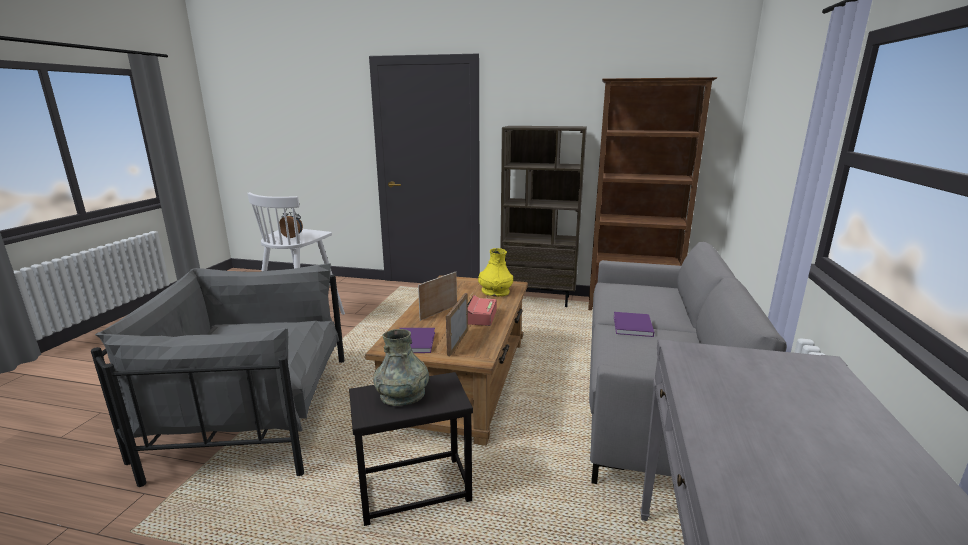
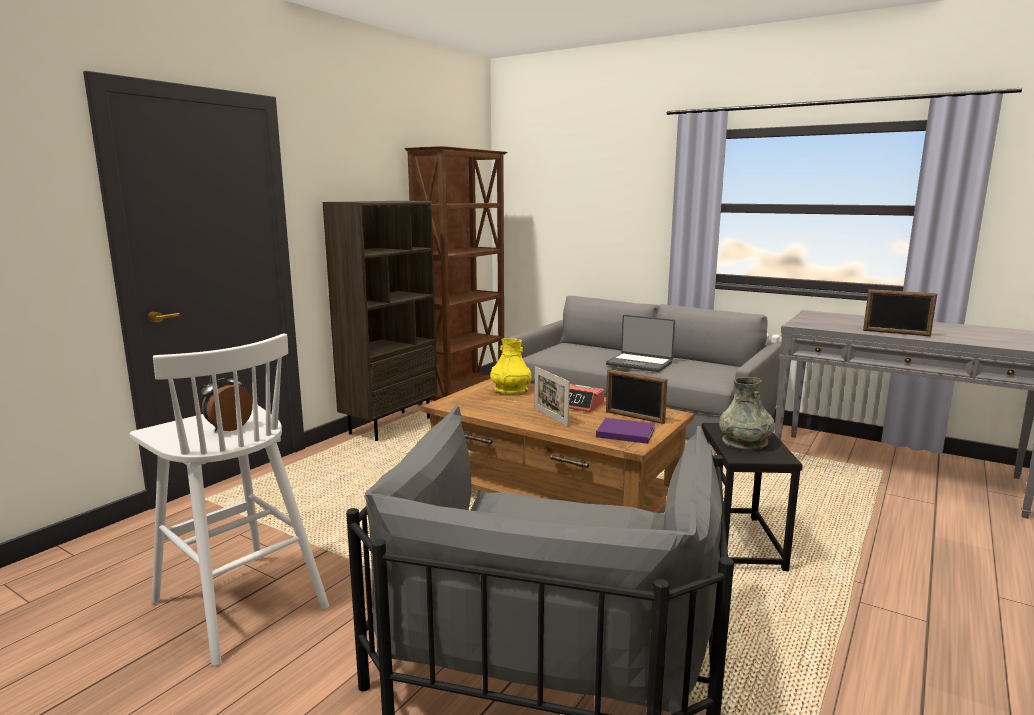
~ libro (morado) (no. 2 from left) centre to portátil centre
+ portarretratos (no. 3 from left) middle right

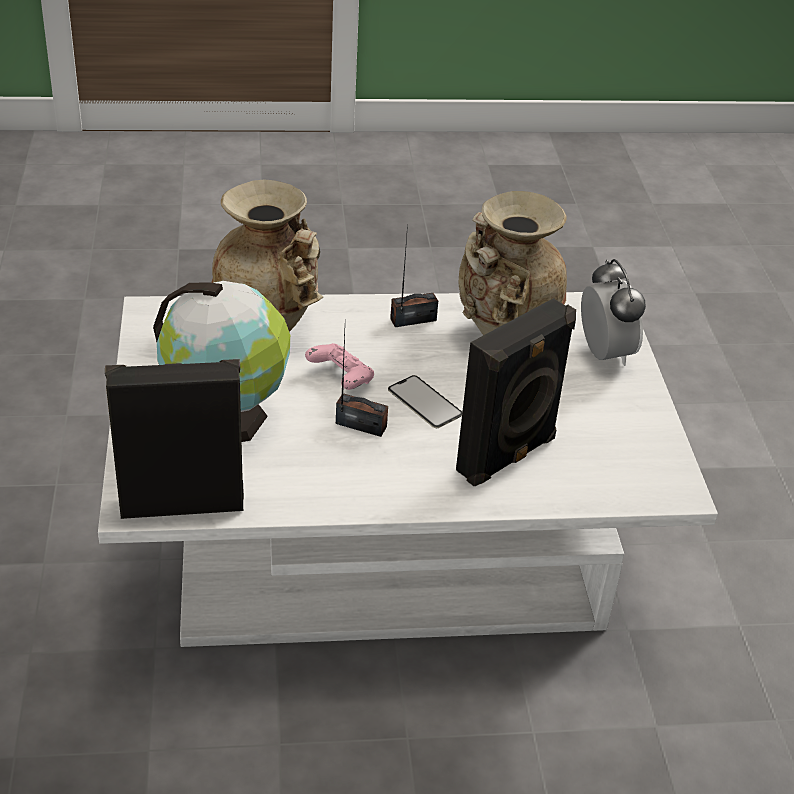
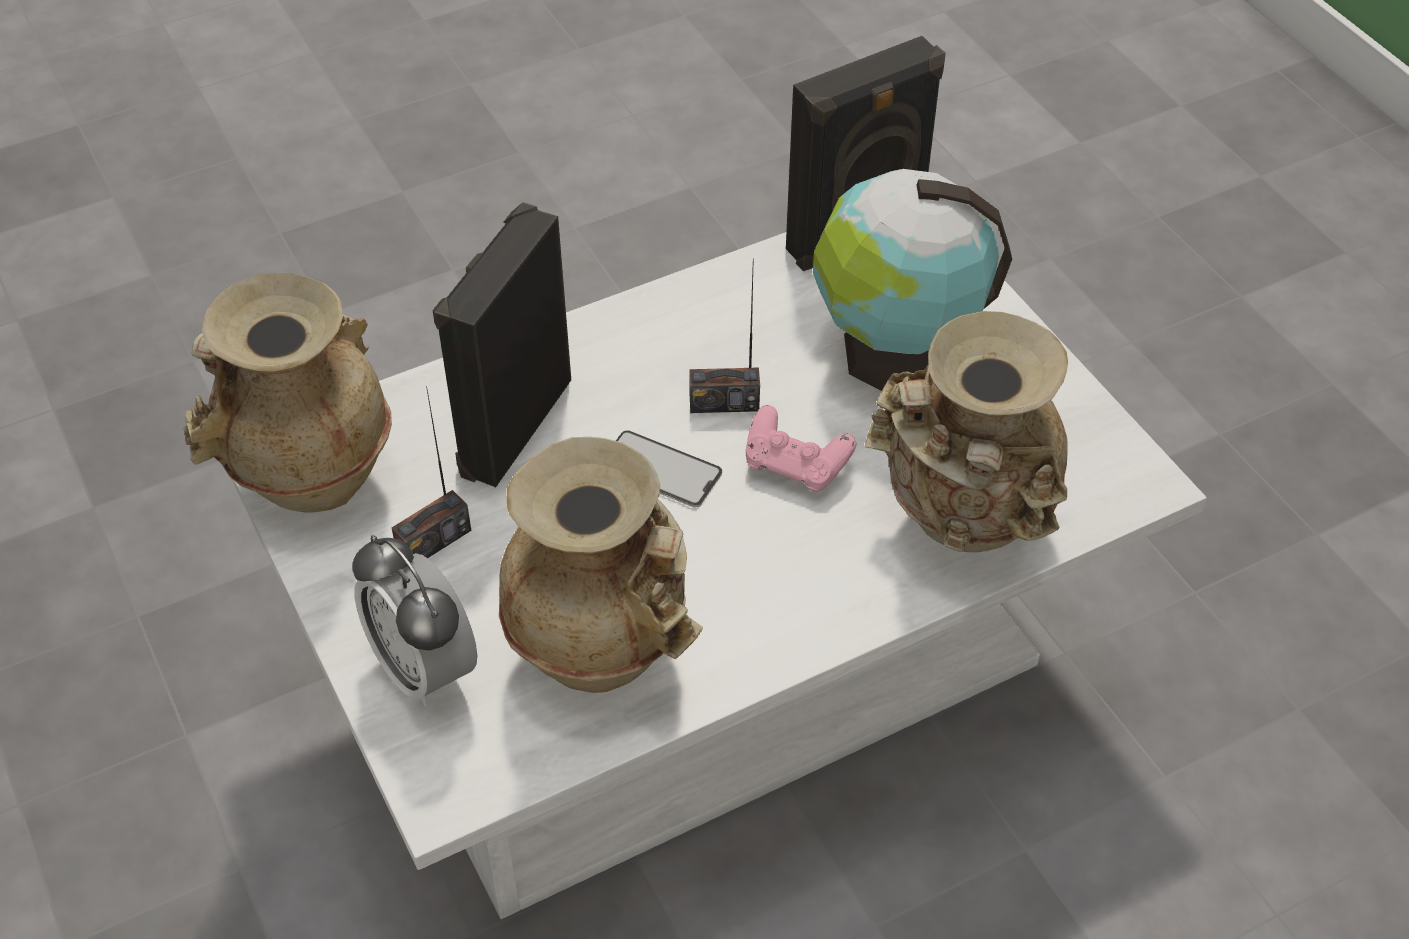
~ radio (no. 2 from left in the first image) centre to radio (no. 1 from left) middle left
+ florero (beis) (no. 1 from left) middle left

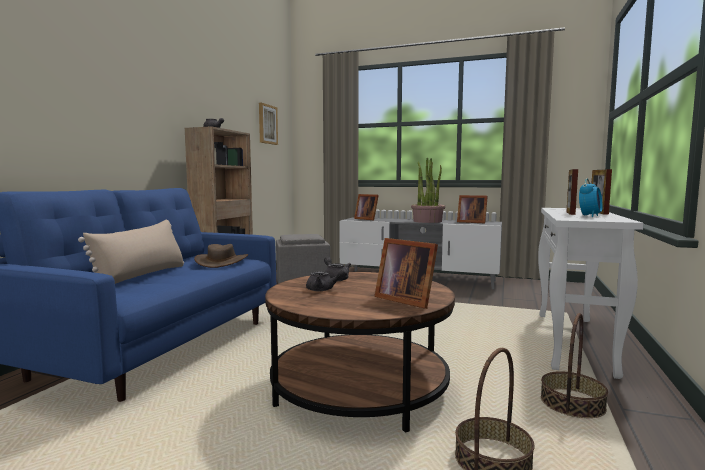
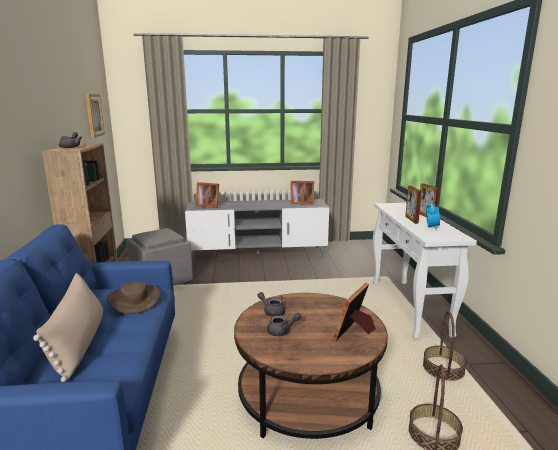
~ portarretratos (no. 2 from left in the first image) centre = bottom centre 105 degrees clockwise
- planta en maceta centre

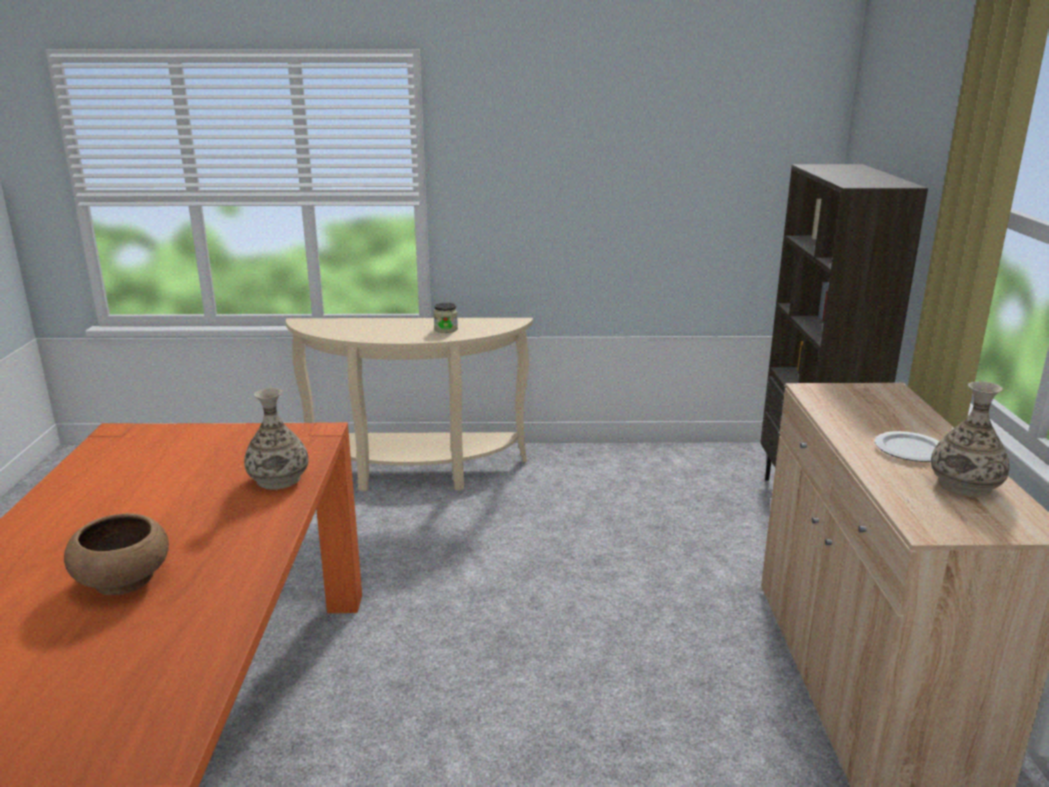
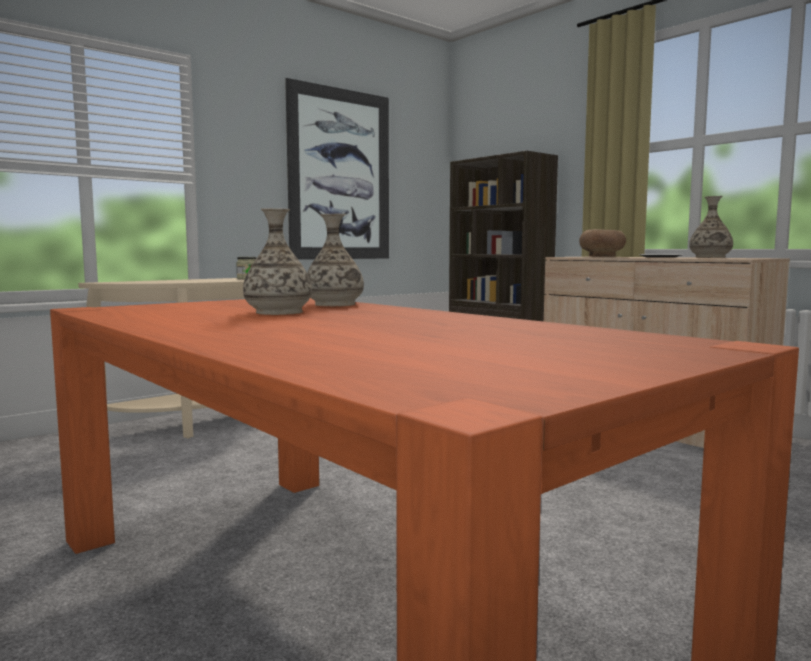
~ cuenco (marrón) bottom left to middle right
+ florero (no. 1 from left) centre
+ cuadro top centre

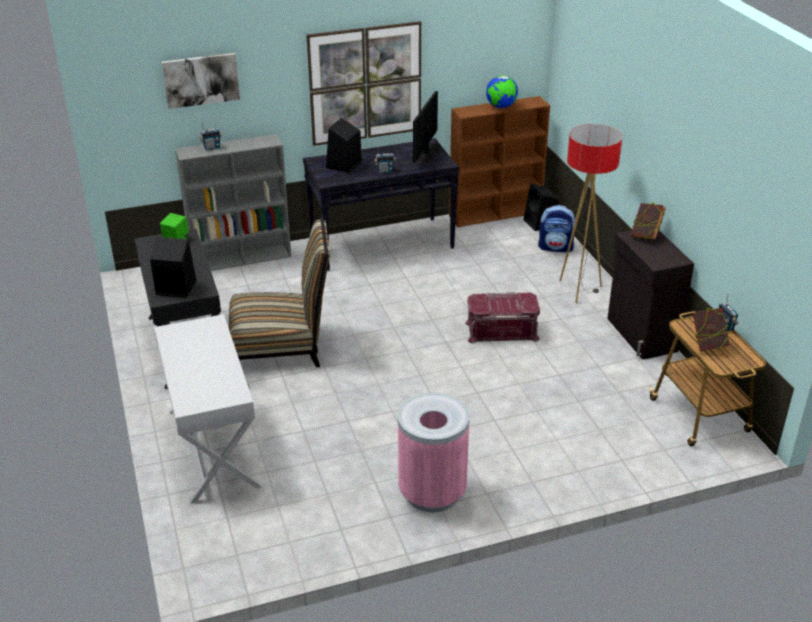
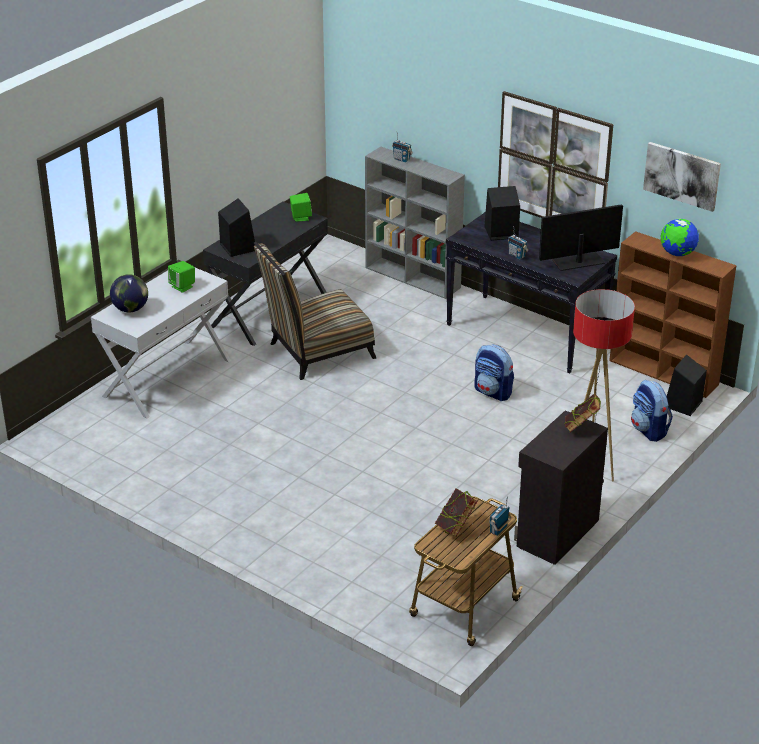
~ cuadro (no. 1 from left in the first image) top left to cuadro (no. 2 from left) top right
~ silla centre = centre 105 degrees clockwise
- papelera (rosa) bottom centre
- caja de almacenaje (rojo) centre
+ globo terráqueo (no. 1 from left) middle left
+ altavoz (verde) (no. 1 from left) middle left
+ mochila (no. 1 from left) centre

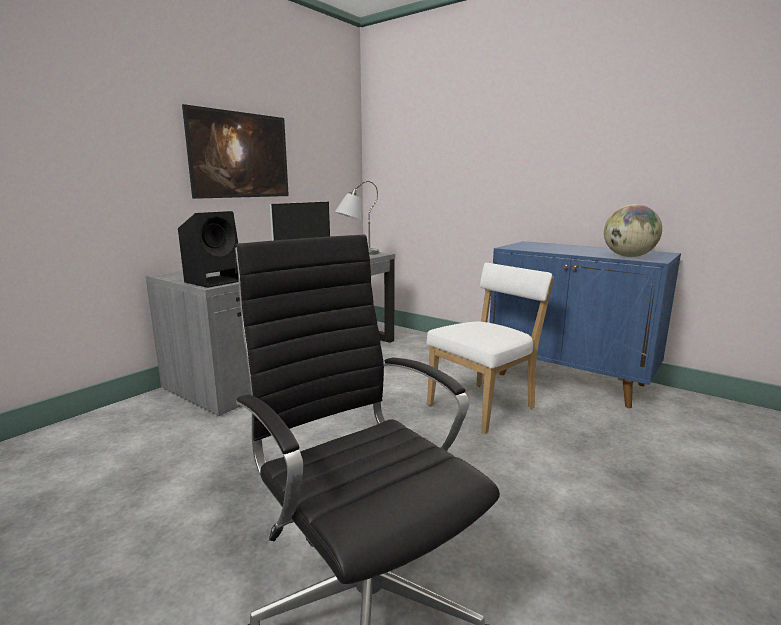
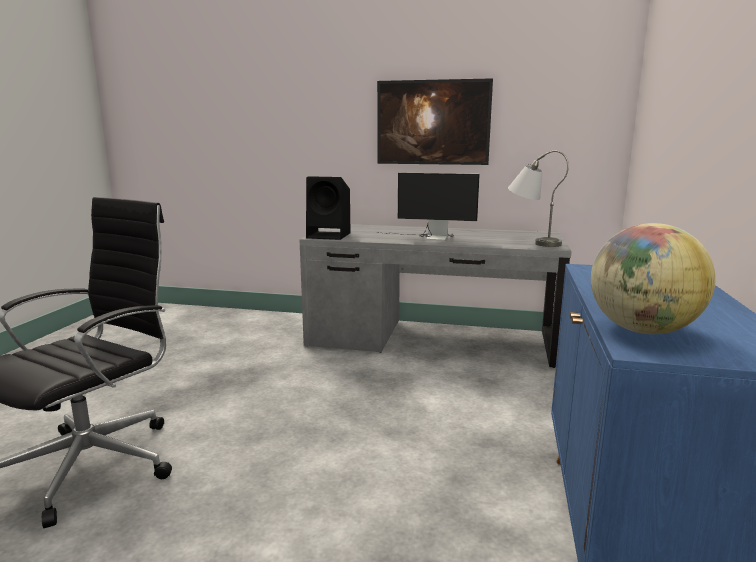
- silla (blanco) centre

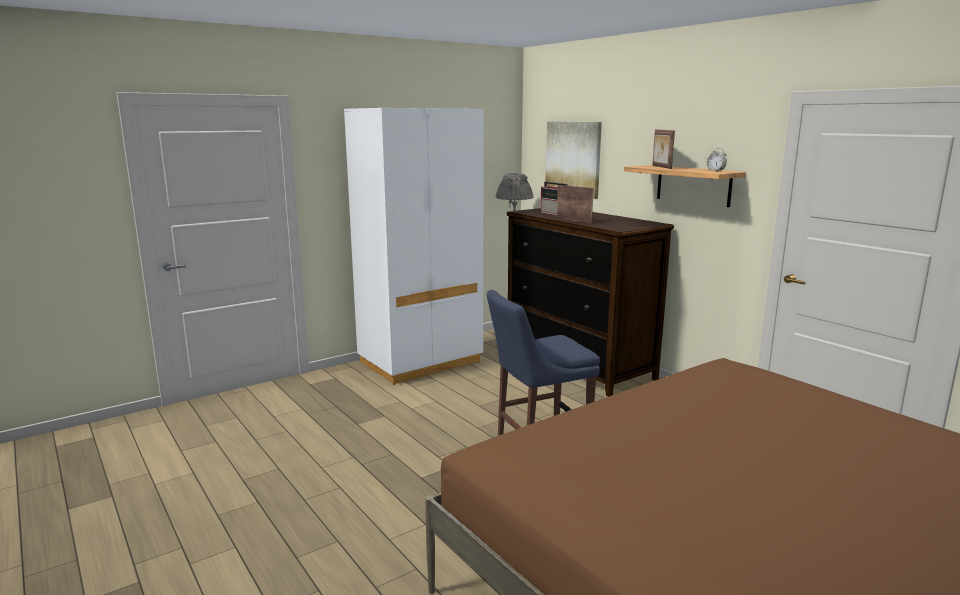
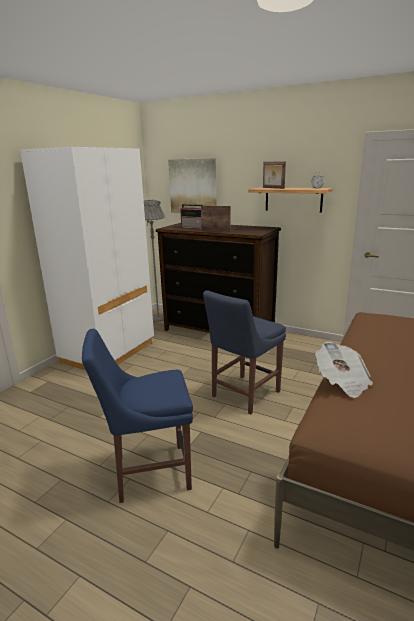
+ silla (azul) (no. 1 from left) bottom left
+ periódico middle right

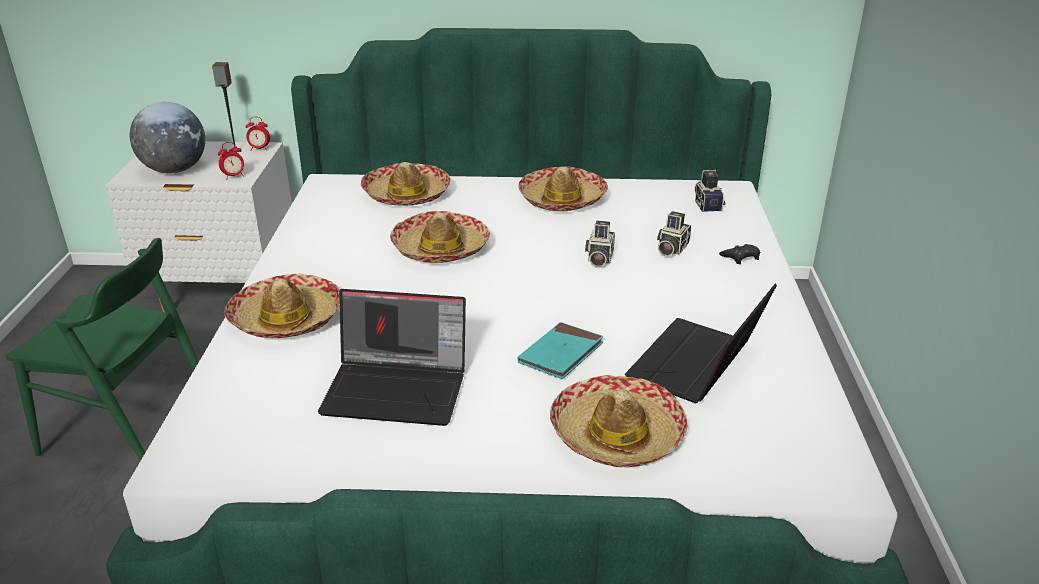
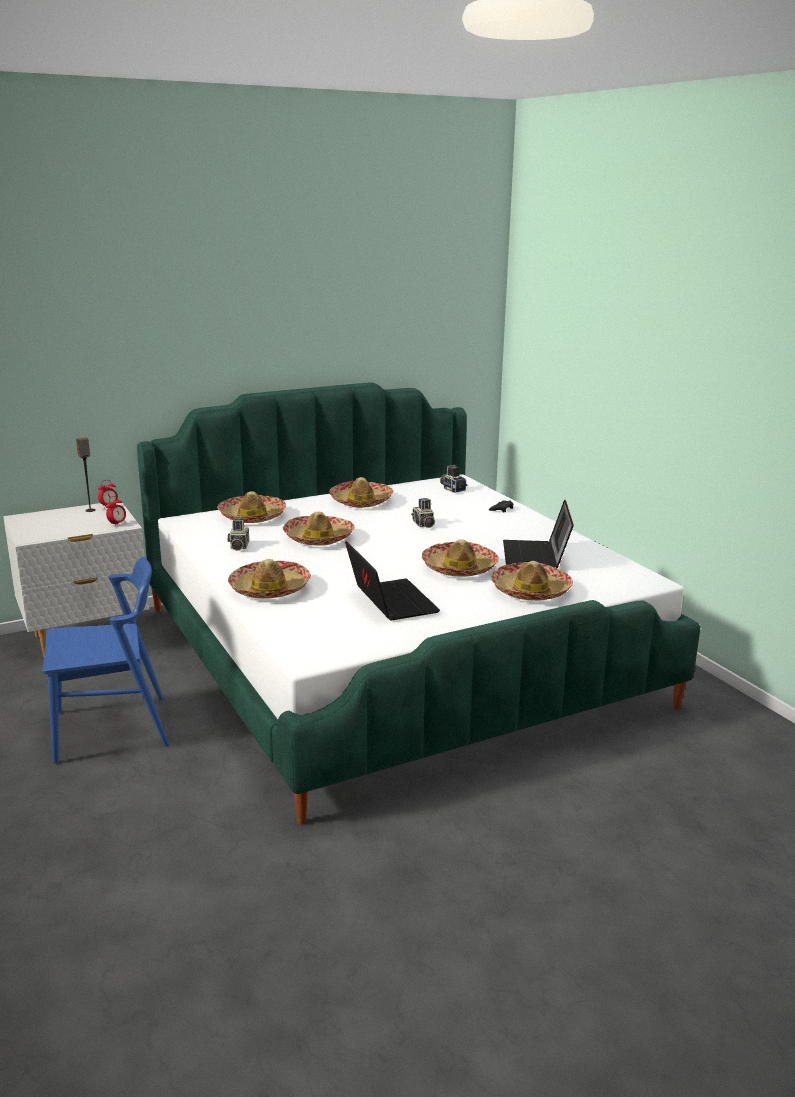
~ silla (verde) middle left to silla (azul) middle left
- globo terráqueo top left
~ portátil (no. 1 from left) centre = centre 90 degrees counterclockwise
~ libro (turquesa) centre to sombrero (no. 5 from left) centre
~ cámara (no. 2 from left in the first image) centre to cámara (no. 1 from left) middle left

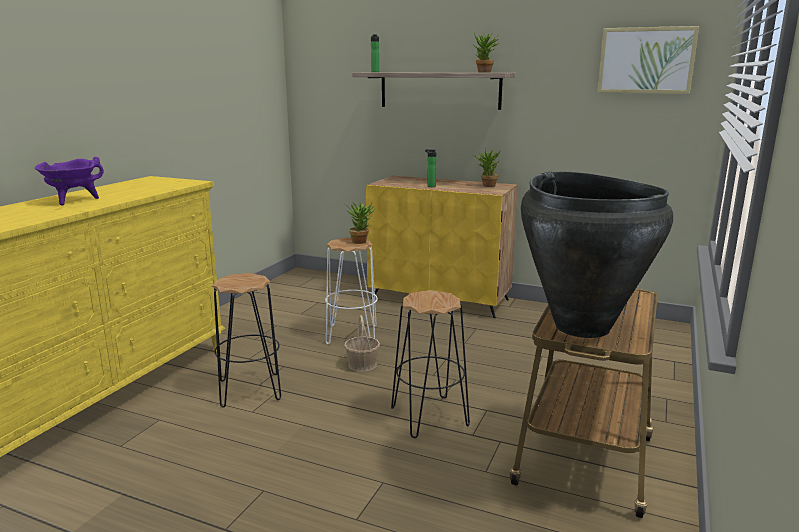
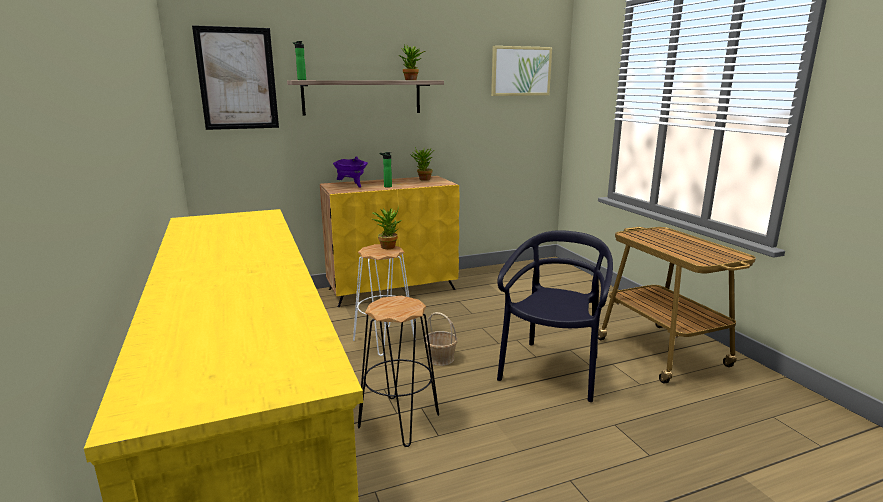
~ olla (morado) middle left to centre
~ taburete (negro) (no. 2 from left) bottom centre to silla (negro) centre
- florero (negro) middle right
+ cuadro (no. 1 from left) top left

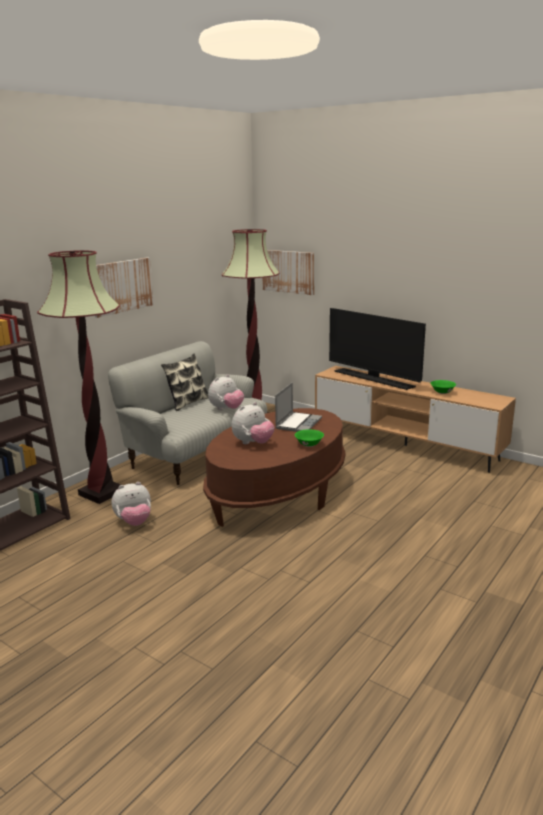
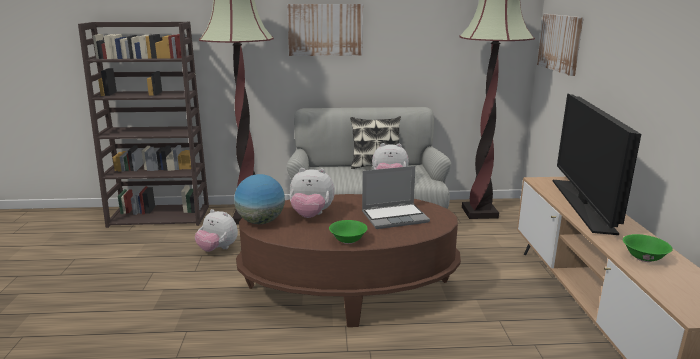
+ globo terráqueo centre

